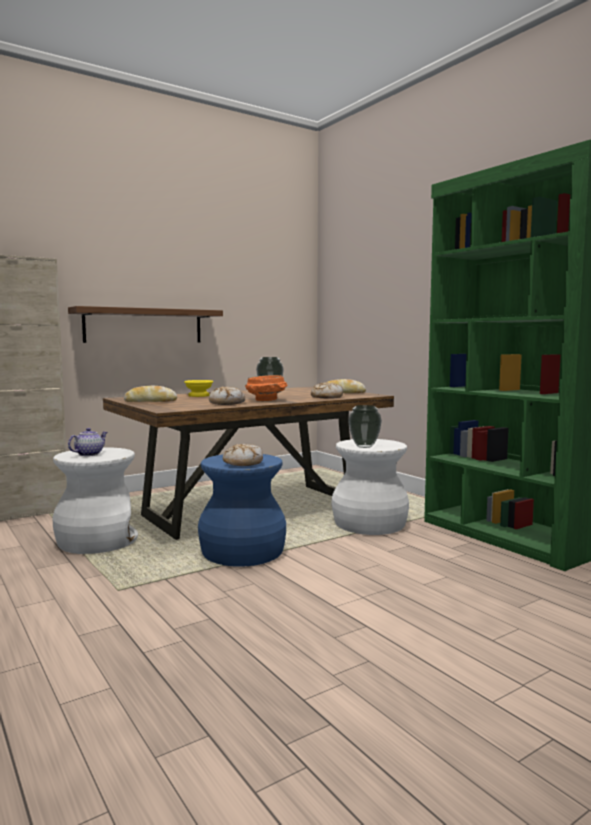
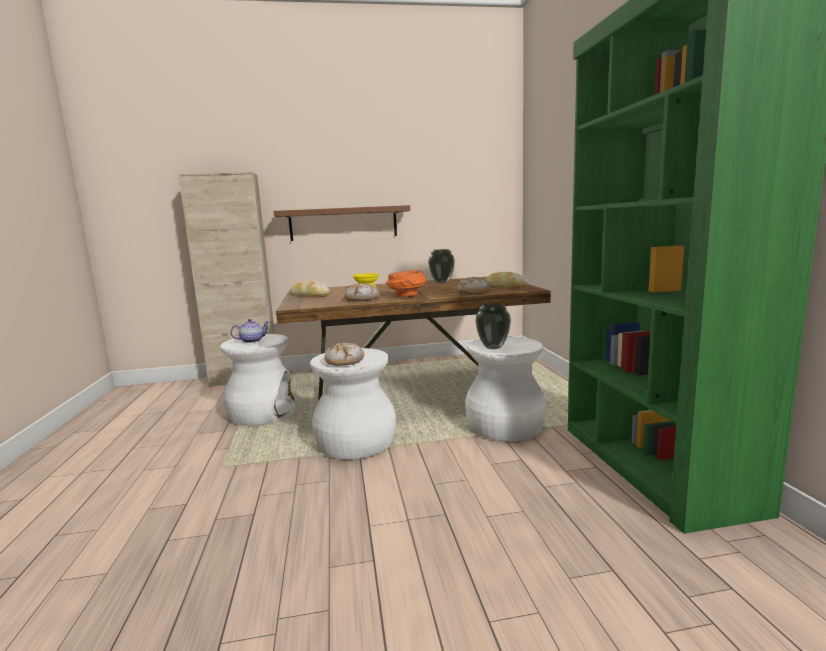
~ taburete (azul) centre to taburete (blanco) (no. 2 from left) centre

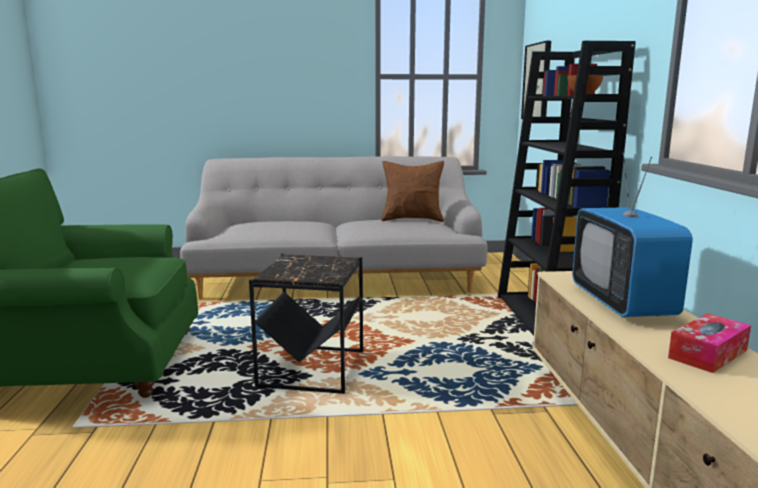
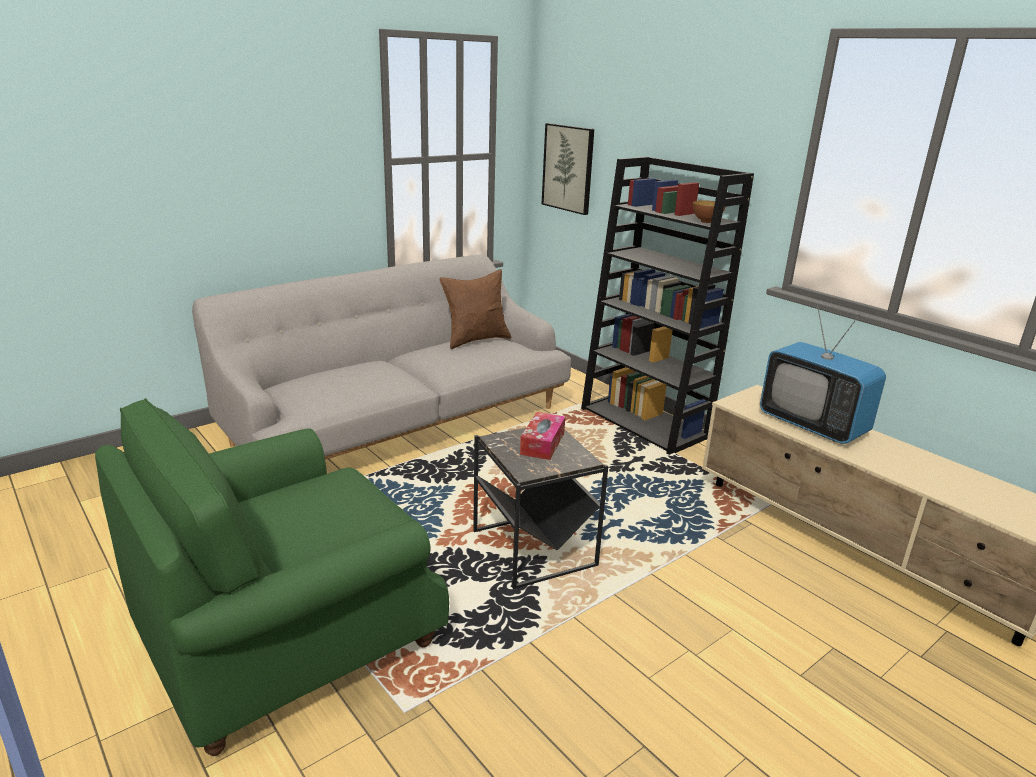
~ caja de pañuelos bottom right to centre

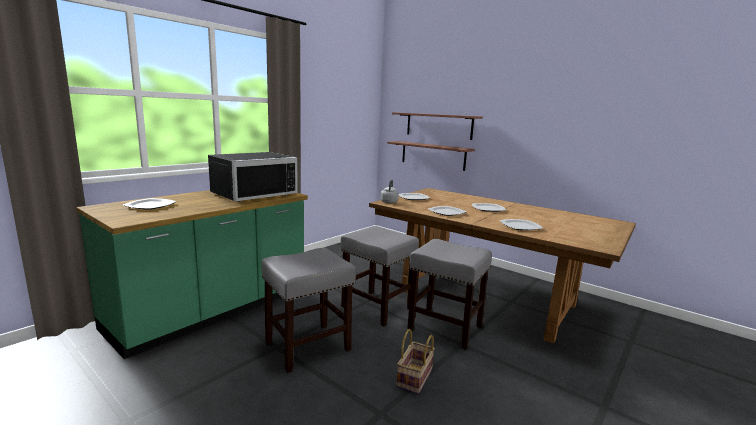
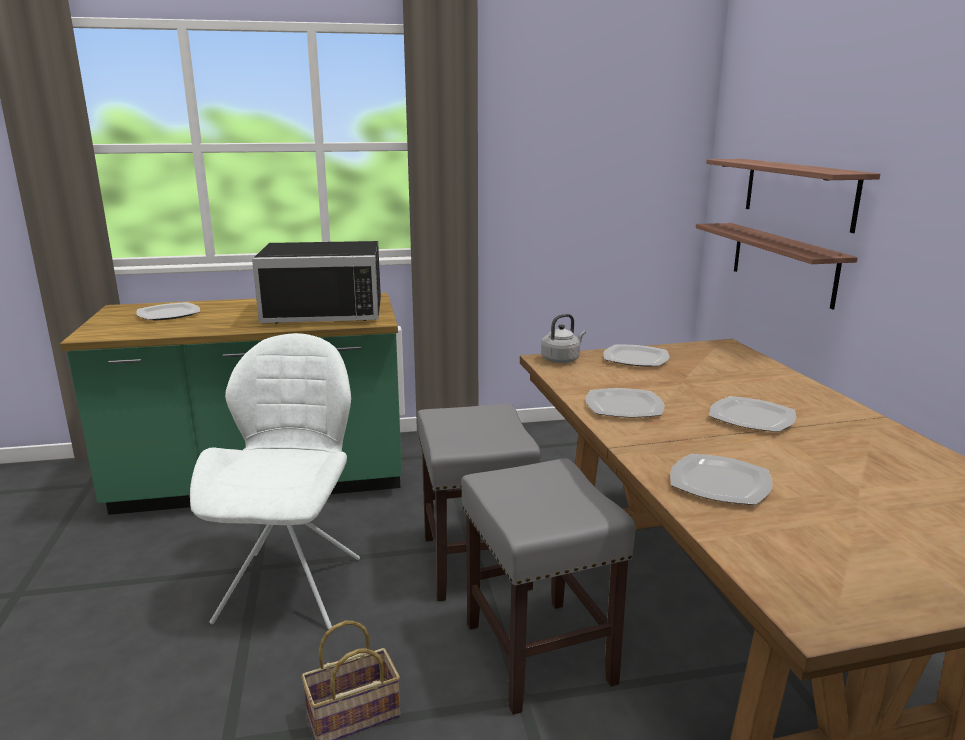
~ taburete (gris) (no. 1 from left) bottom centre to silla (blanco) middle left

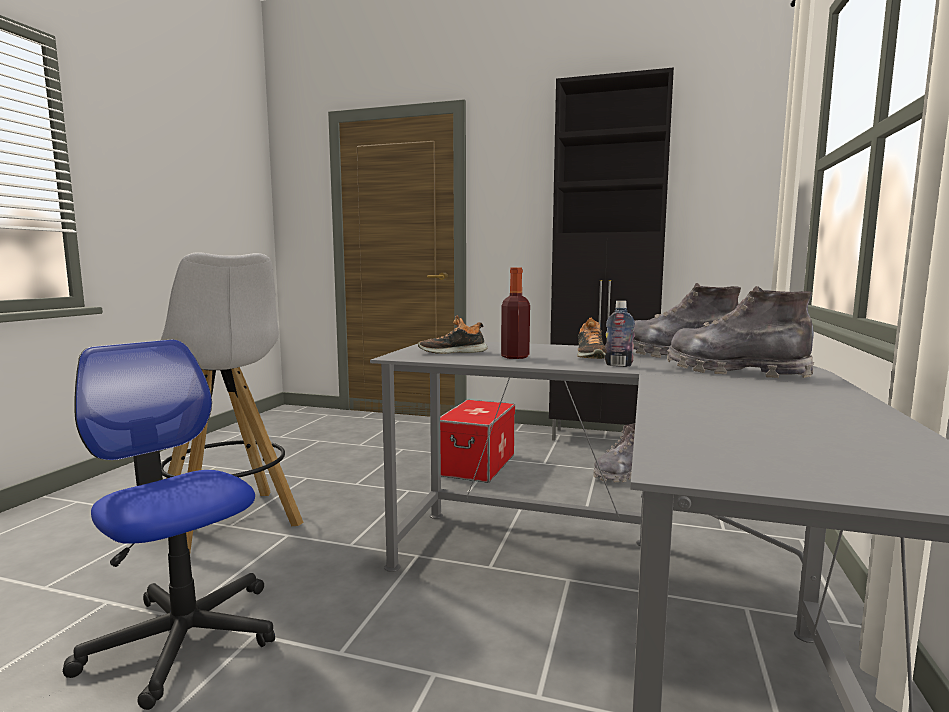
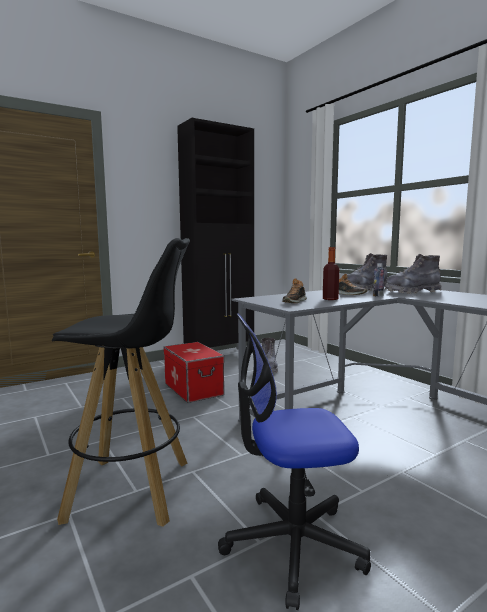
~ taburete (blanco) middle left to taburete (negro) middle left

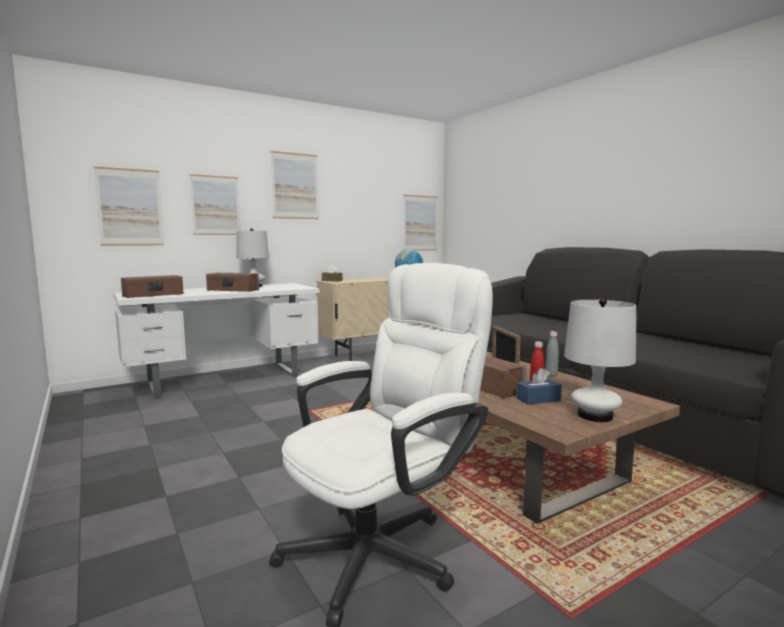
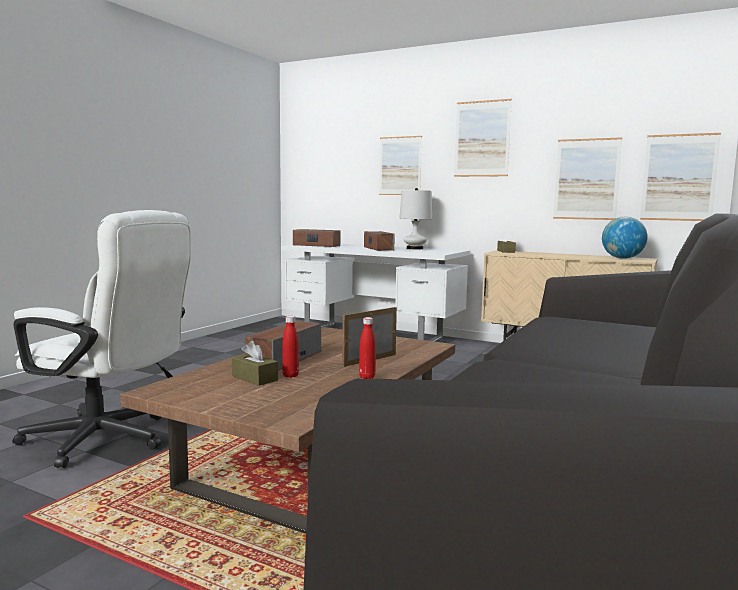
~ cuadro (no. 1 from left in the first image) top left to cuadro (no. 3 from left) top right
~ caja de pañuelos (azul) middle right to caja de pañuelos (marrón) (no. 1 from left) centre
~ botella (gris) middle right to botella (rojo) (no. 2 from left) centre
- lámpara de mesa (blanco) (no. 2 from left) middle right

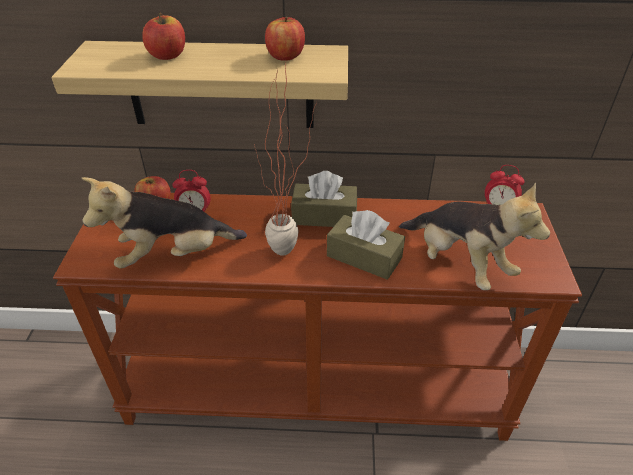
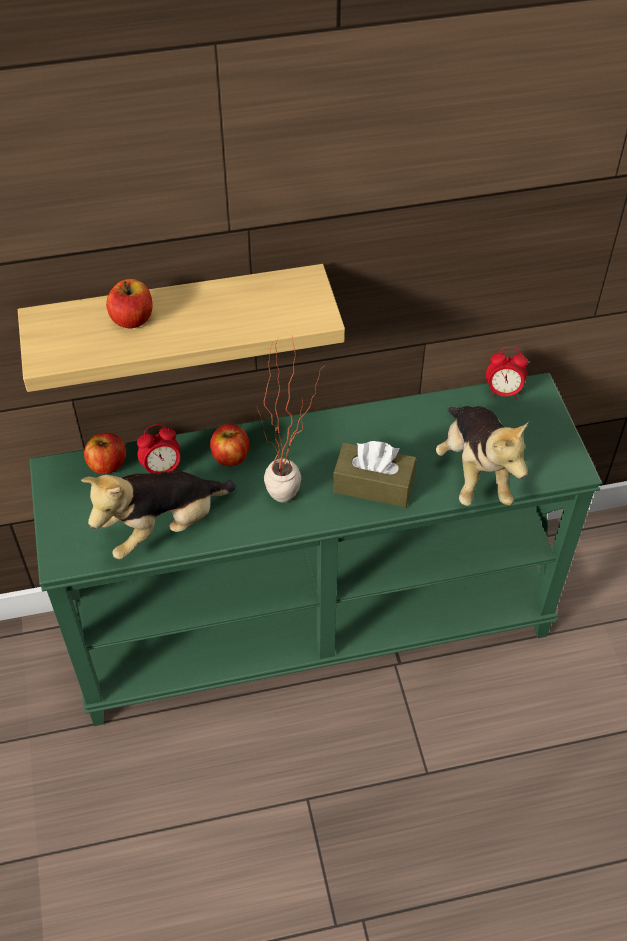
~ mesa consola (marrón) bottom centre to mesa consola (verde) centre
~ manzana (no. 3 from left) top centre to centre
- caja de pañuelos (marrón) (no. 1 from left) centre
~ peluche (no. 2 from left) middle right = middle right 45 degrees clockwise

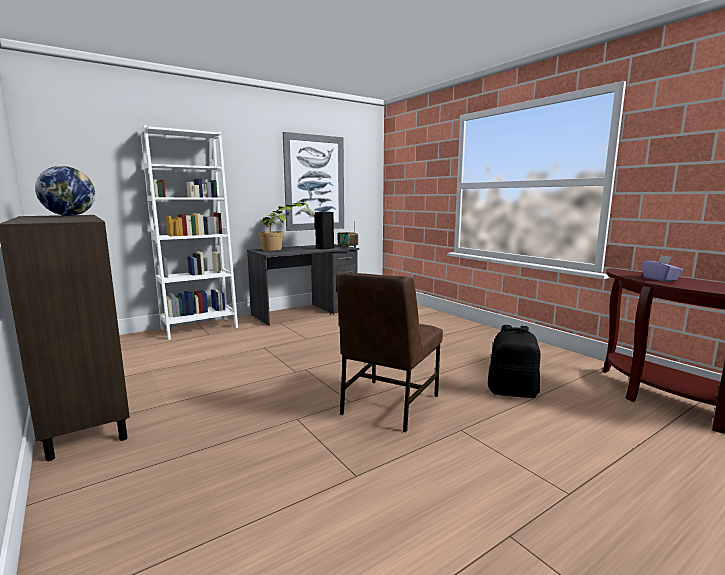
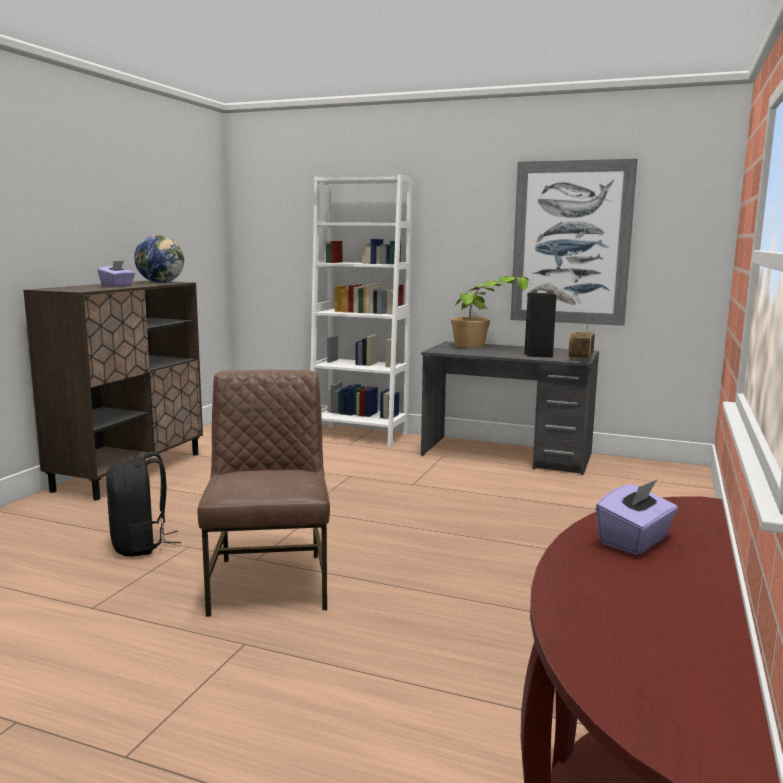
~ silla (marrón) centre = centre 90 degrees clockwise
~ mochila (negro) middle right to middle left
+ caja de pañuelos (morado) (no. 1 from left) middle left

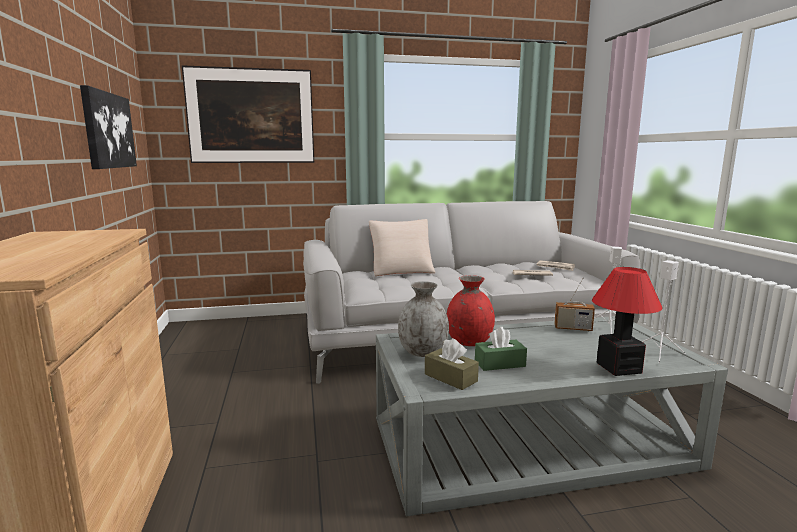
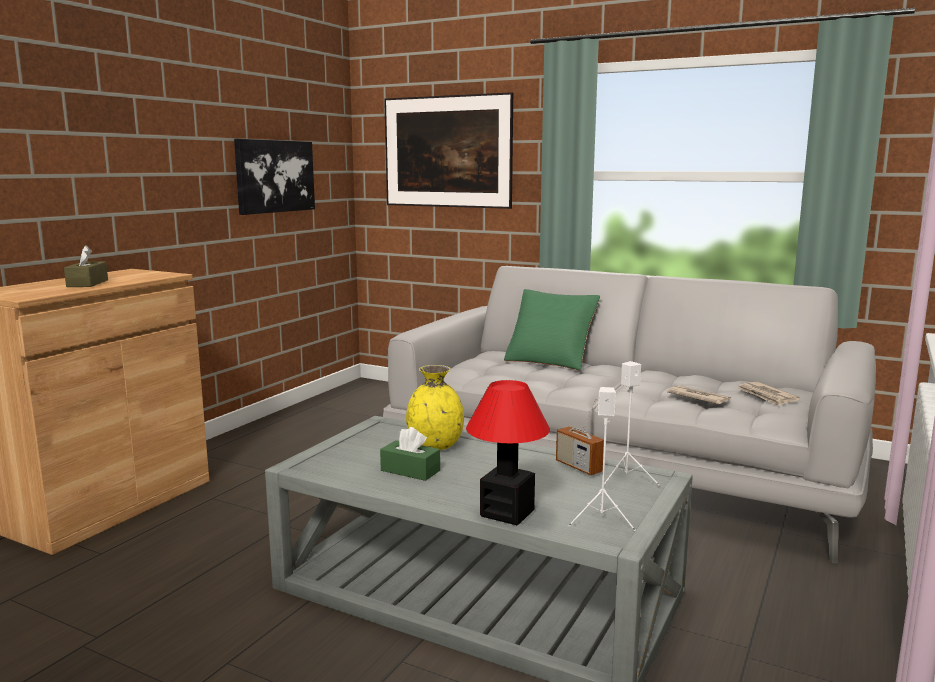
~ cojín (beis) centre to cojín (verde) centre
- florero (gris) centre
~ caja de pañuelos (marrón) bottom centre to middle left
~ florero (rojo) centre to florero (amarillo) centre

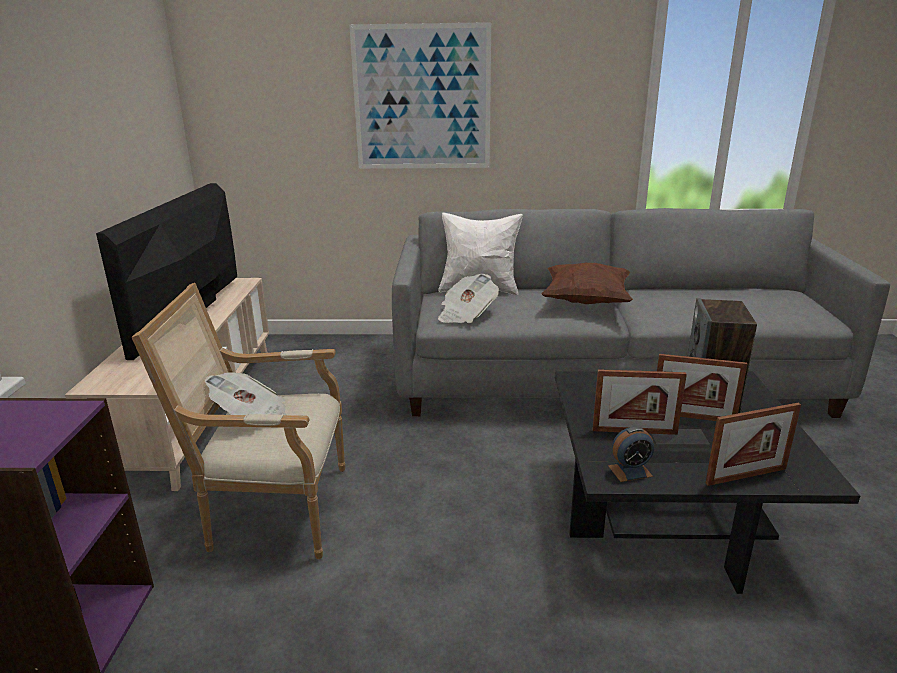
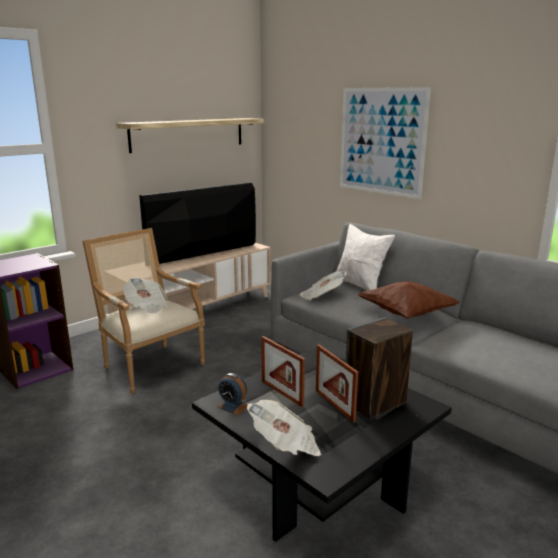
~ portarretratos (no. 3 from left) middle right to periódico (no. 2 from left) bottom centre
+ estante top centre

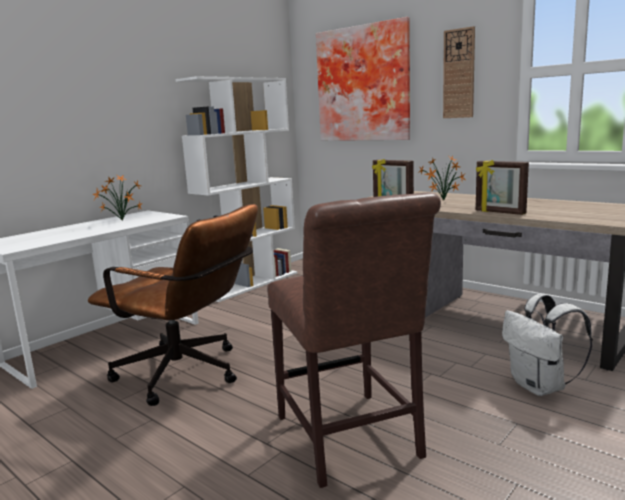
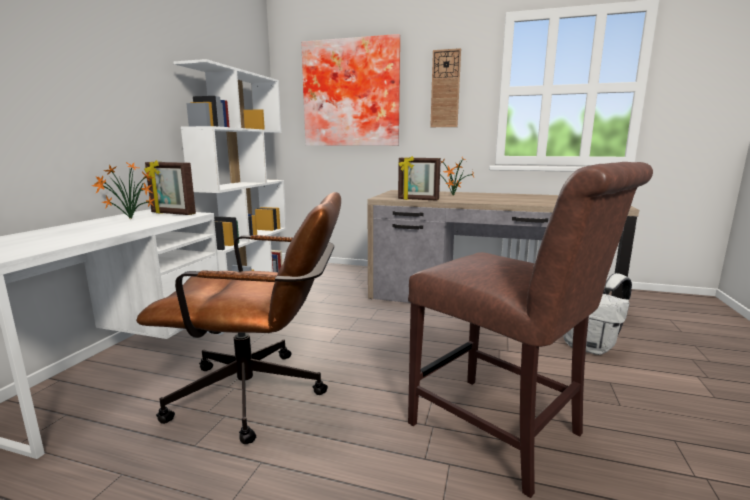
~ portarretratos (no. 2 from left in the first image) middle right to portarretratos (no. 1 from left) middle left

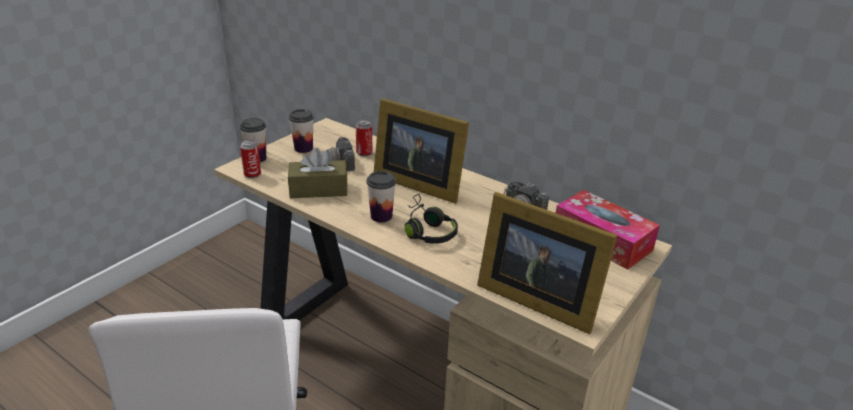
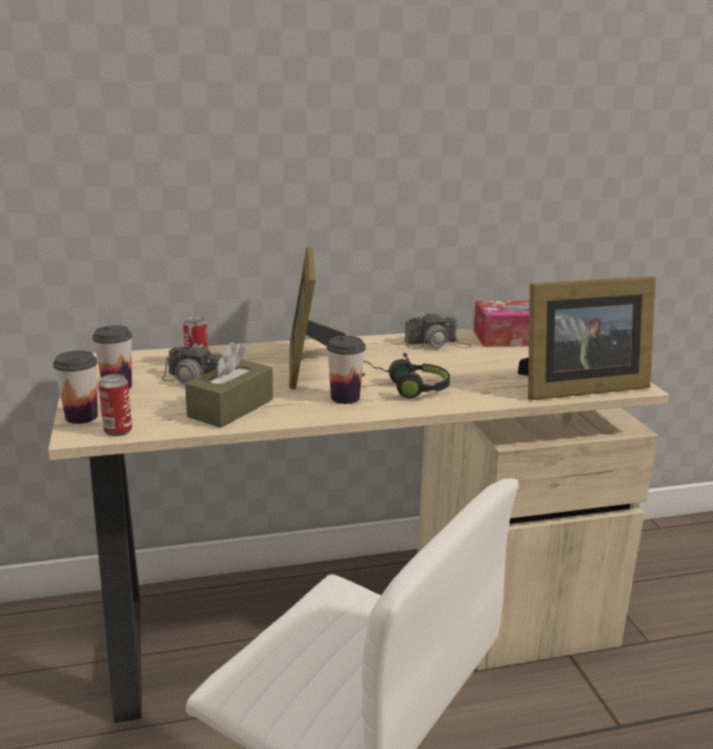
~ portarretratos (no. 1 from left) centre = centre 105 degrees clockwise

